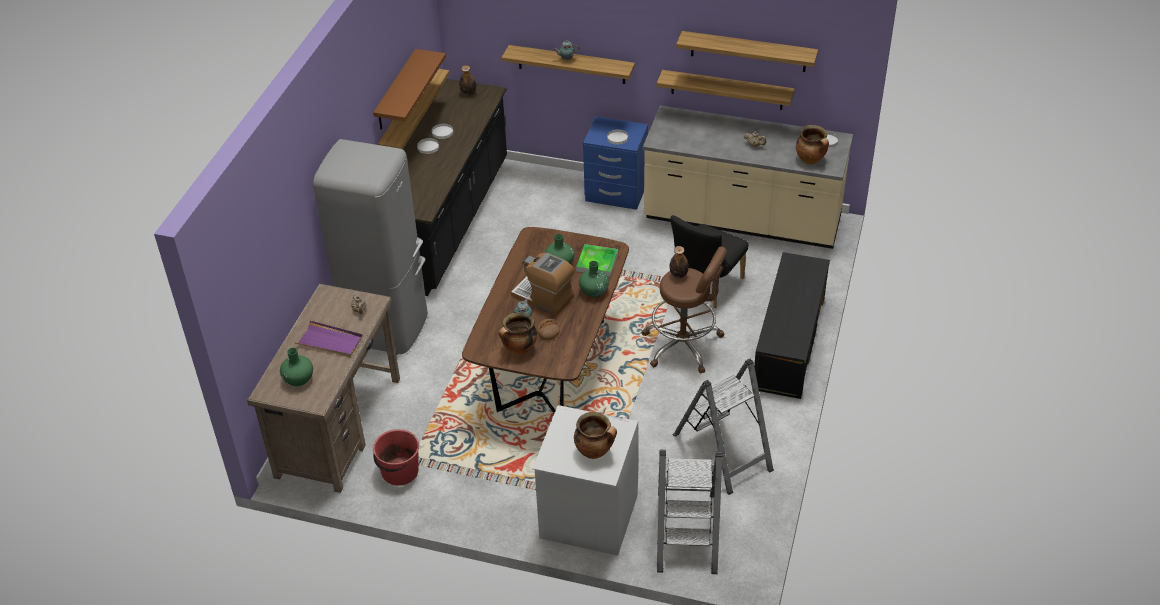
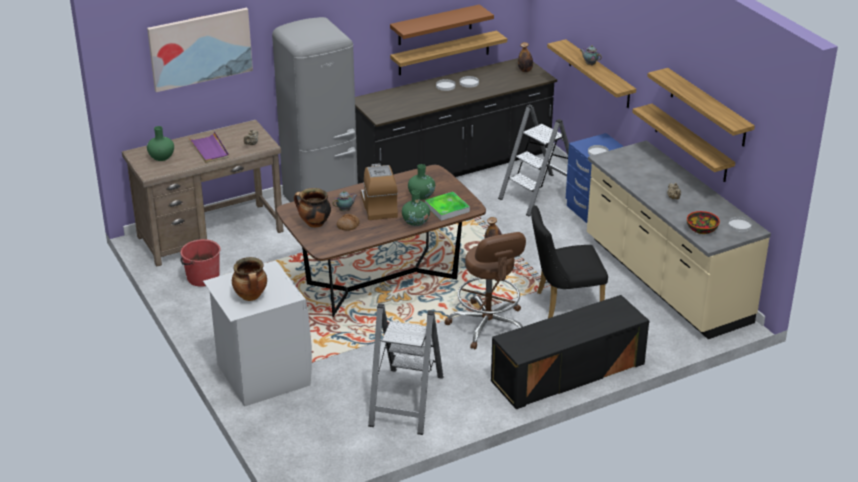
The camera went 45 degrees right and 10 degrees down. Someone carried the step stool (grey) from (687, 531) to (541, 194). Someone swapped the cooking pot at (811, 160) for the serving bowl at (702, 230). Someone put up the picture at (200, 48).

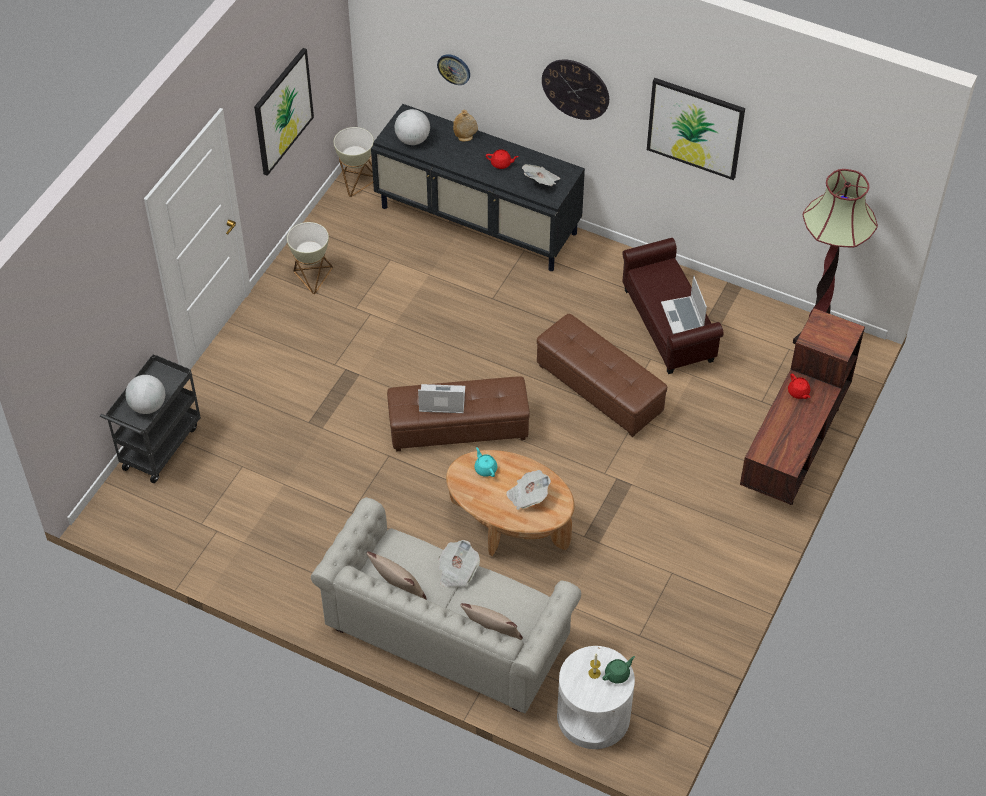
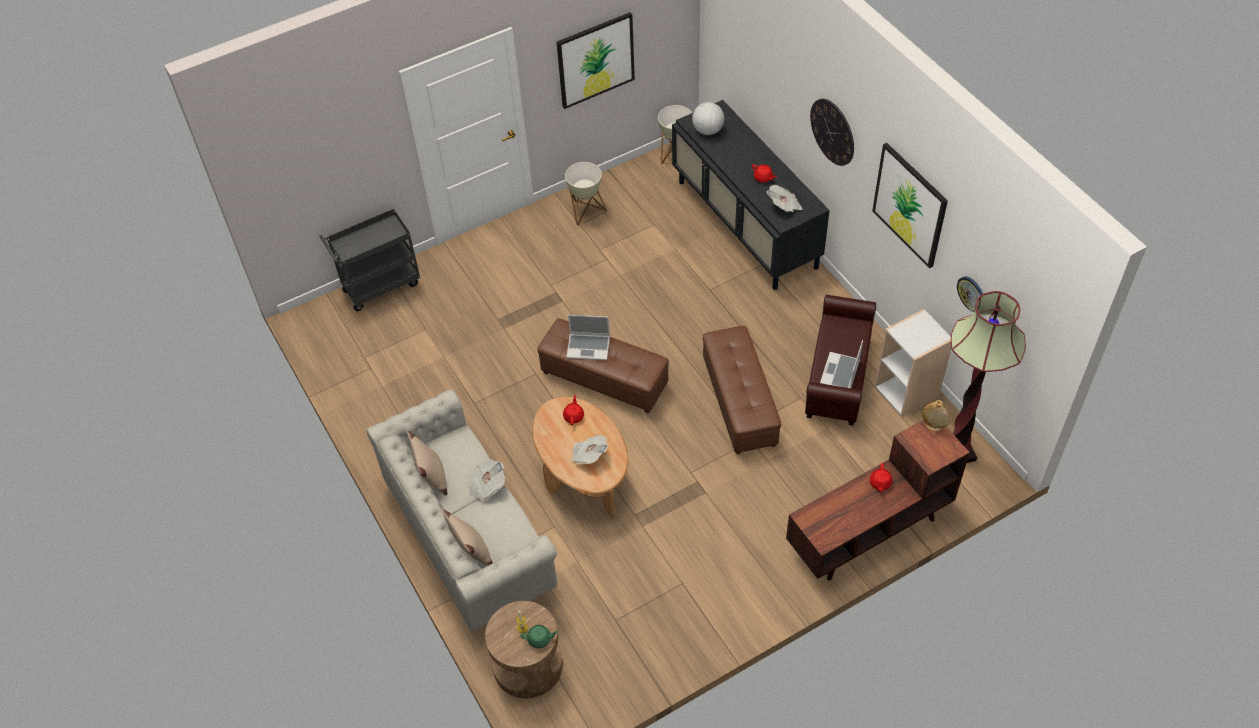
The camera went 35 degrees right and 0 degrees up. Someone took away the world globe at (148, 406). Someone rotated the notebook computer at (441, 400) by 150 degrees clockwise. Someone carried the hanging clock from (454, 69) to (971, 293). Someone carried the flower vase (beige-coloured) from (465, 138) to (933, 426). Someone repainted the teapot (blue-green) at (485, 468), which became the teapot (reddish) at (574, 416). Someone repainted the side table (whitish) at (593, 716), which became the side table (brownish) at (527, 665). Someone put down the bookshelf at (906, 392).

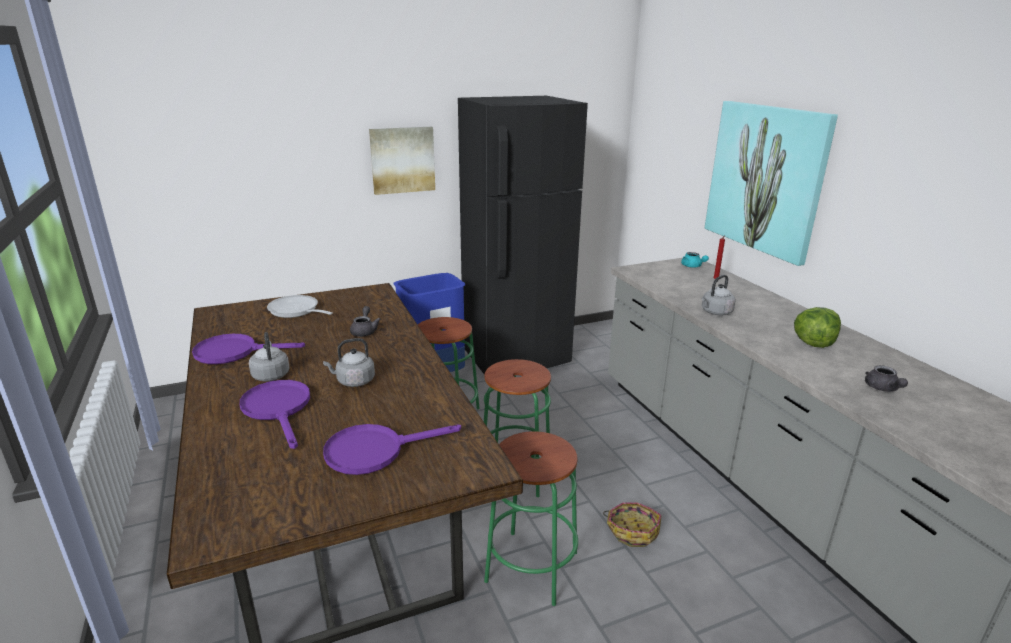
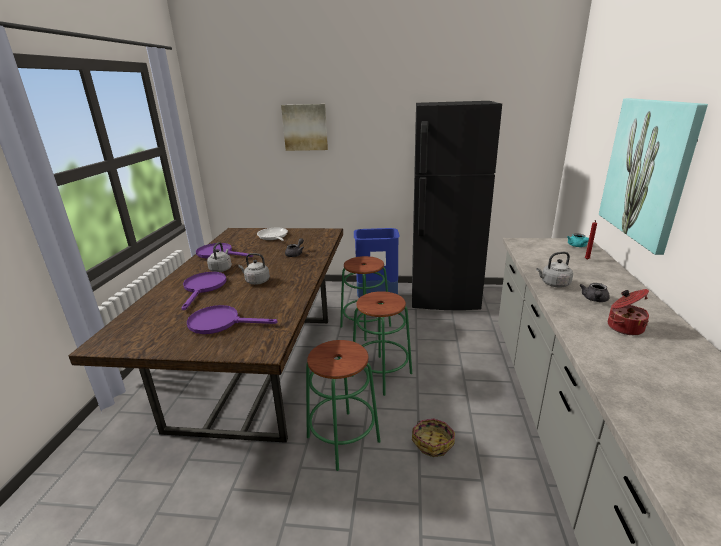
The camera went 30 degrees right and 0 degrees up. Someone carried the picture from (402, 160) to (305, 127). Someone swapped the lettuce at (813, 343) for the cooking pot at (624, 327). Someone carried the teapot (grey) from (882, 389) to (594, 300).

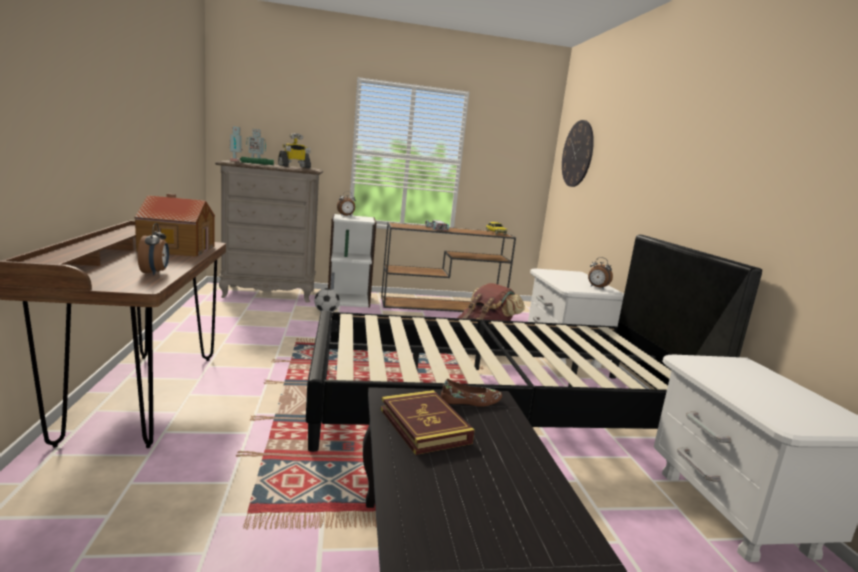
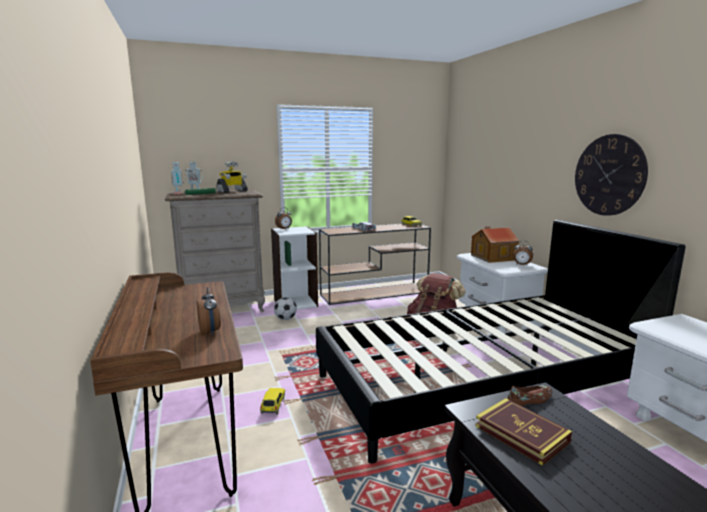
The camera went 10 degrees left and 0 degrees up. Someone carried the toy house from (177, 248) to (492, 257). Someone carried the hanging clock from (577, 154) to (609, 175). Someone put down the miniature car at (273, 405).

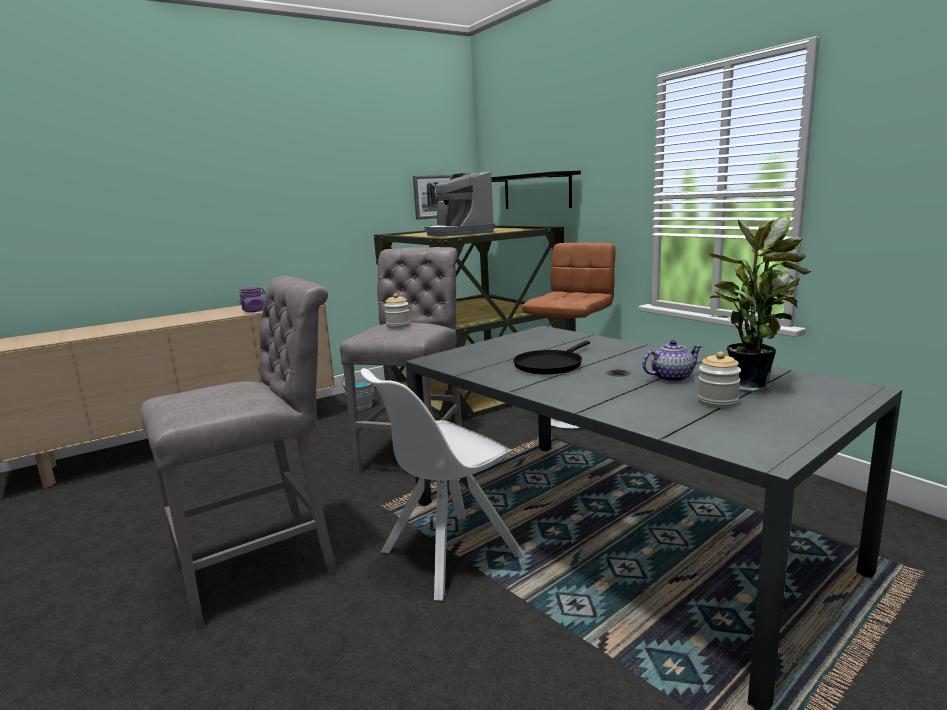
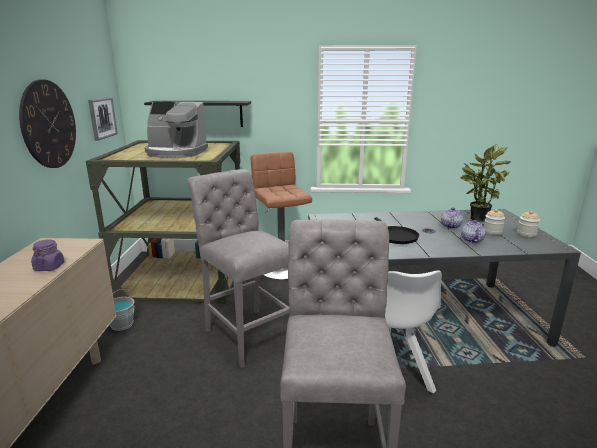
The camera went 55 degrees left and 5 degrees up. Someone carried the jar from (398, 326) to (526, 234). Someone put up the hanging clock at (49, 124). Someone put down the teapot at (471, 240).

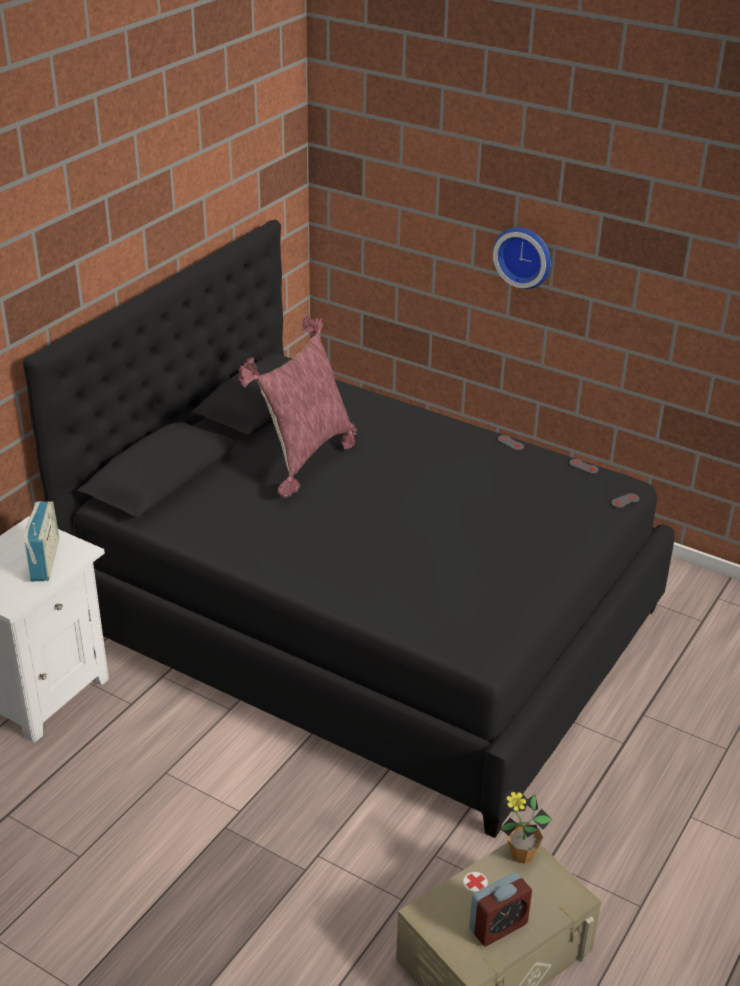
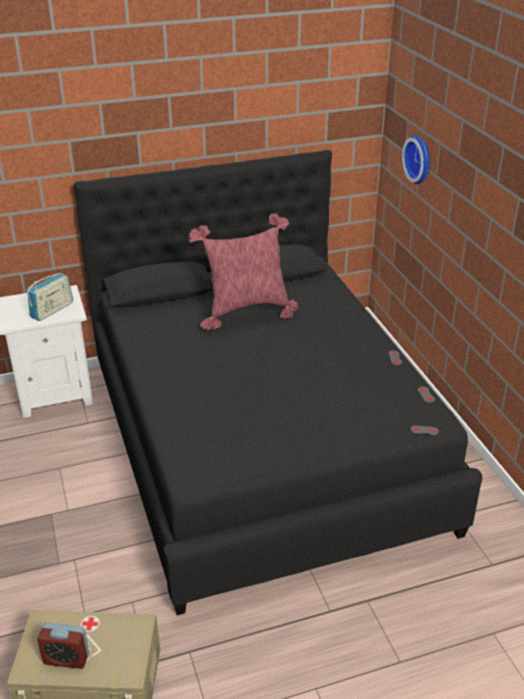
The camera went 40 degrees right and 0 degrees up. Someone carried the hanging clock from (524, 256) to (420, 159). Someone took away the plant in a pot at (521, 855).

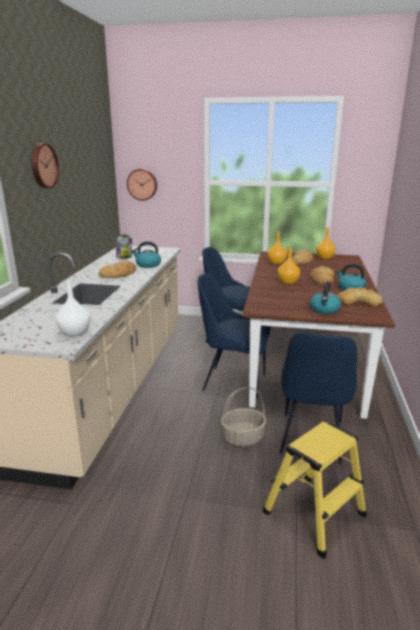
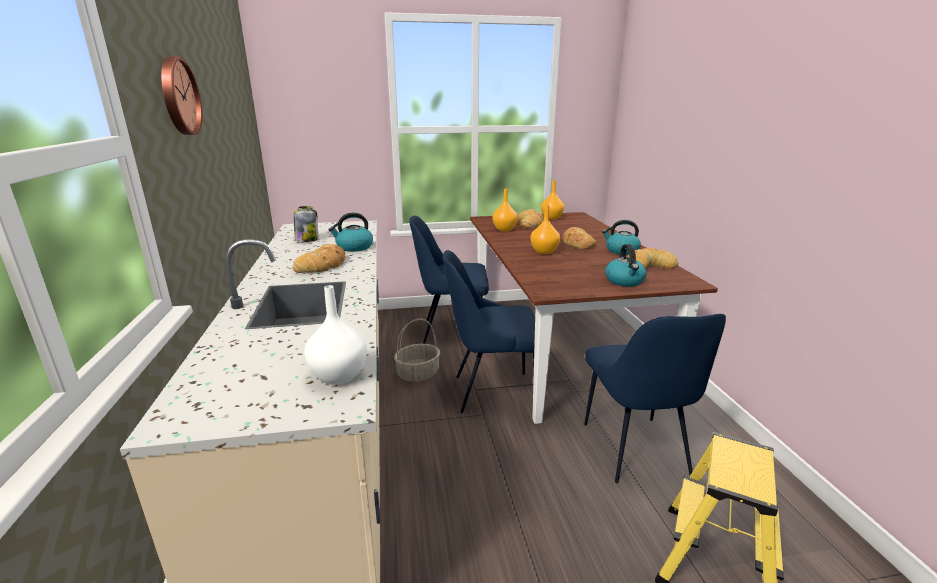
The camera went 20 degrees left and 0 degrees up. Someone took away the hanging clock at (142, 184). Someone carried the household basket from (242, 438) to (418, 374).

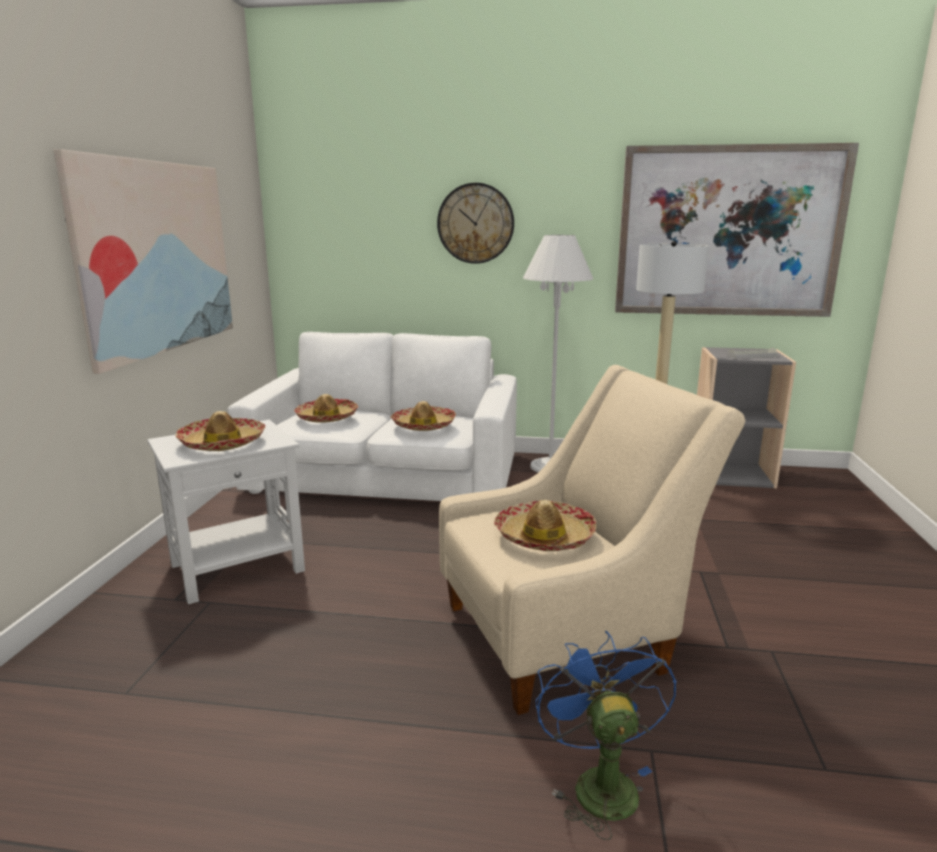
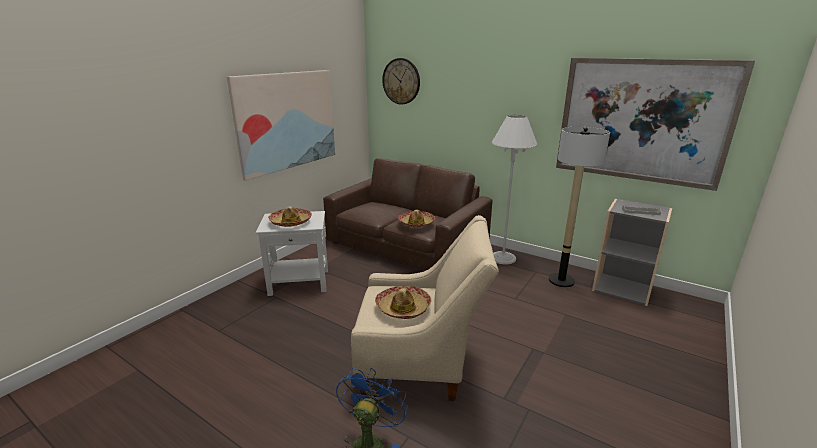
The camera went 25 degrees right and 5 degrees up. Someone repainted the sofa (whitish) at (386, 474), which became the sofa (brownish) at (406, 244). Someone took away the clothing hat at (327, 417). Someone carried the hanging clock from (475, 223) to (401, 81).

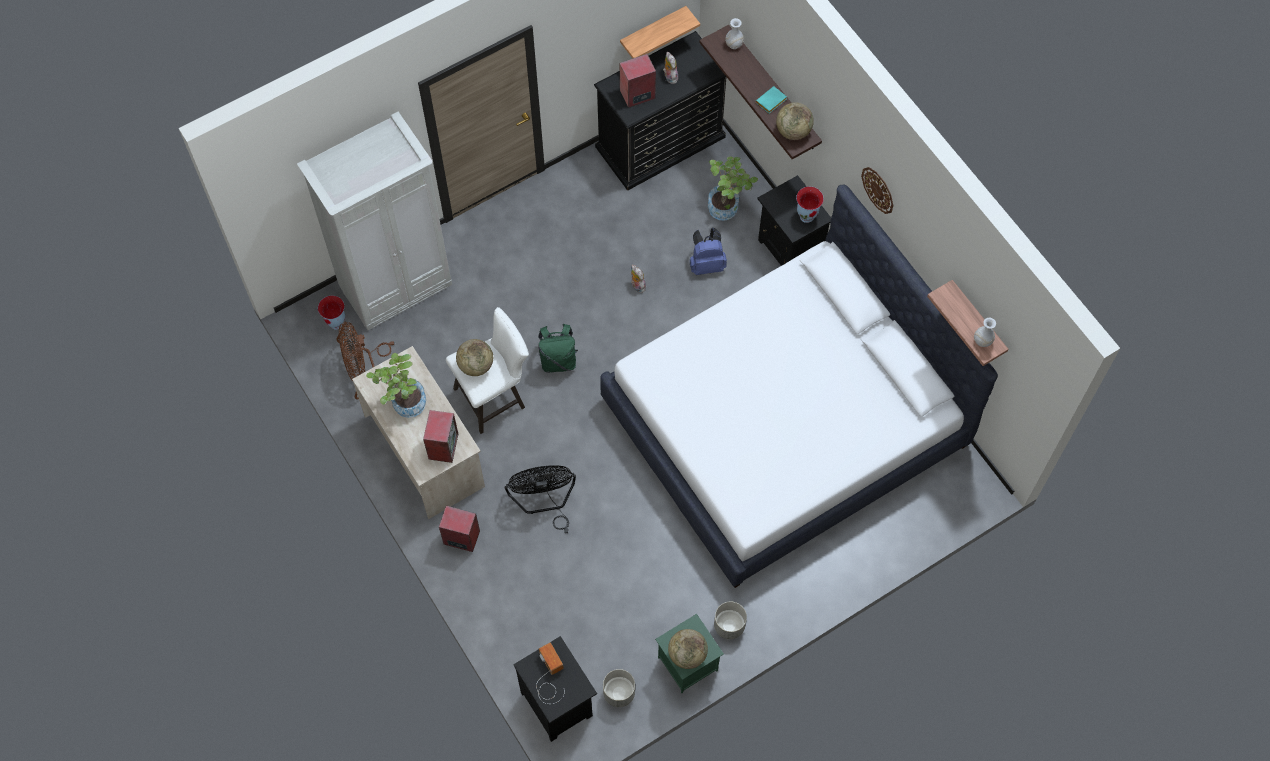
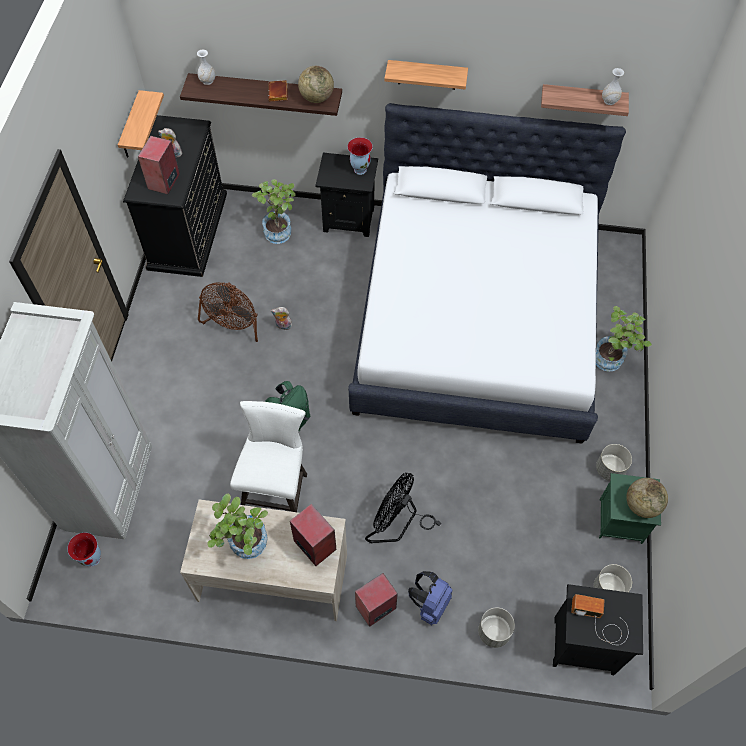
The camera went 50 degrees left and 5 degrees down. Someone carried the cooling fan (brownish) from (363, 365) to (233, 322). Someone took away the world globe at (476, 365). Someone carried the backpack (blue-coloured) from (706, 264) to (430, 604). Someone repainted the book (blue-green) at (771, 102), which became the book (brownish) at (279, 93). Someone swapped the hanging clock at (878, 190) for the wall shelf at (427, 75). Someone put down the planter (grey) at (493, 632). Someone put down the plant in a pot at (612, 360).

